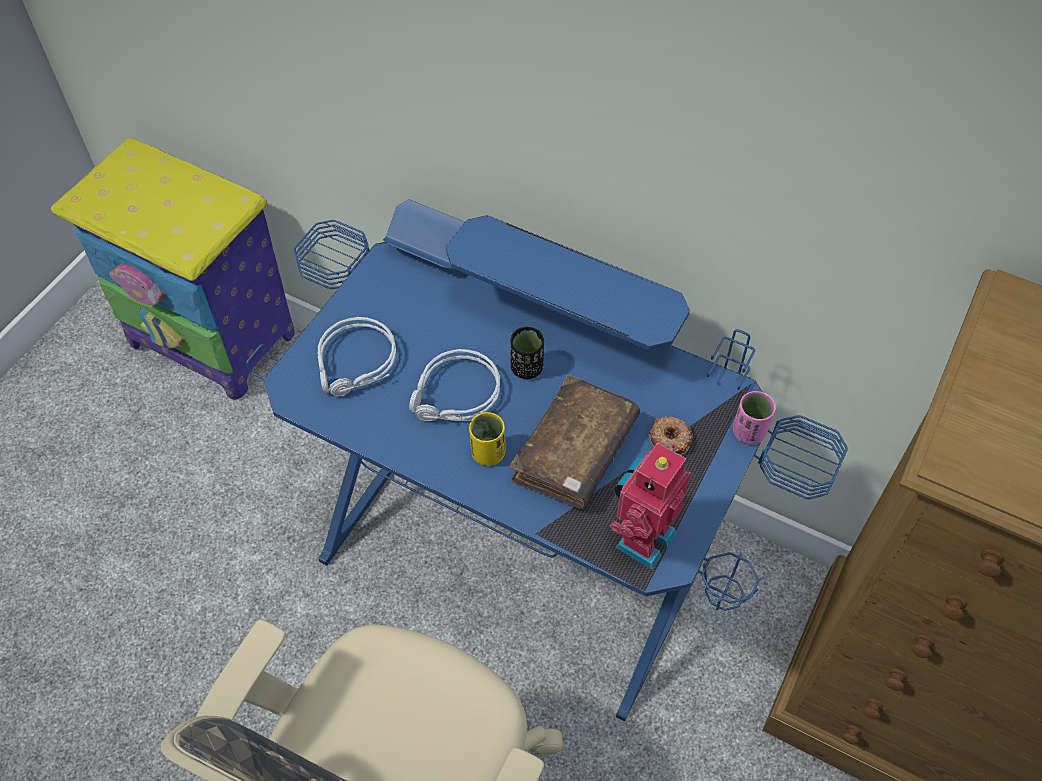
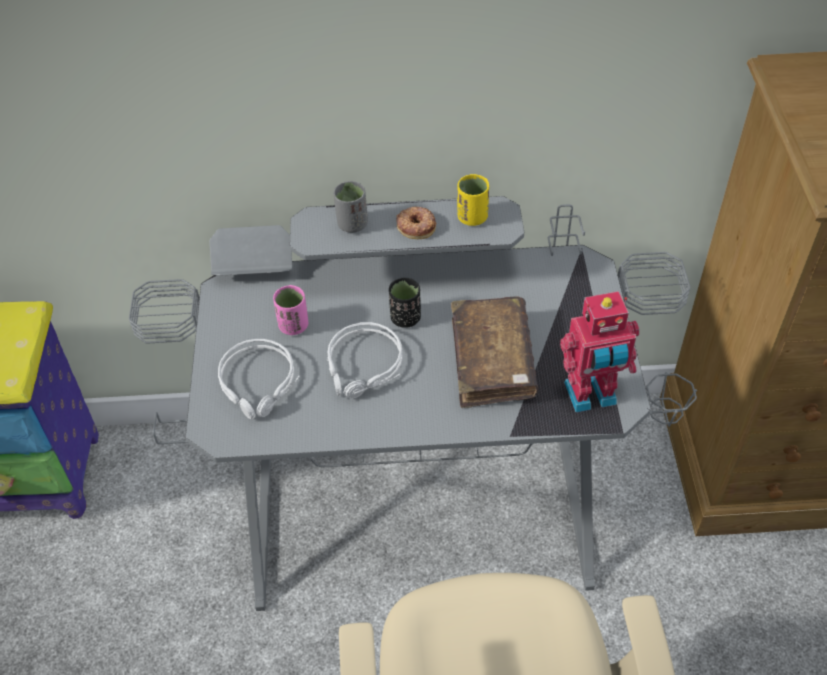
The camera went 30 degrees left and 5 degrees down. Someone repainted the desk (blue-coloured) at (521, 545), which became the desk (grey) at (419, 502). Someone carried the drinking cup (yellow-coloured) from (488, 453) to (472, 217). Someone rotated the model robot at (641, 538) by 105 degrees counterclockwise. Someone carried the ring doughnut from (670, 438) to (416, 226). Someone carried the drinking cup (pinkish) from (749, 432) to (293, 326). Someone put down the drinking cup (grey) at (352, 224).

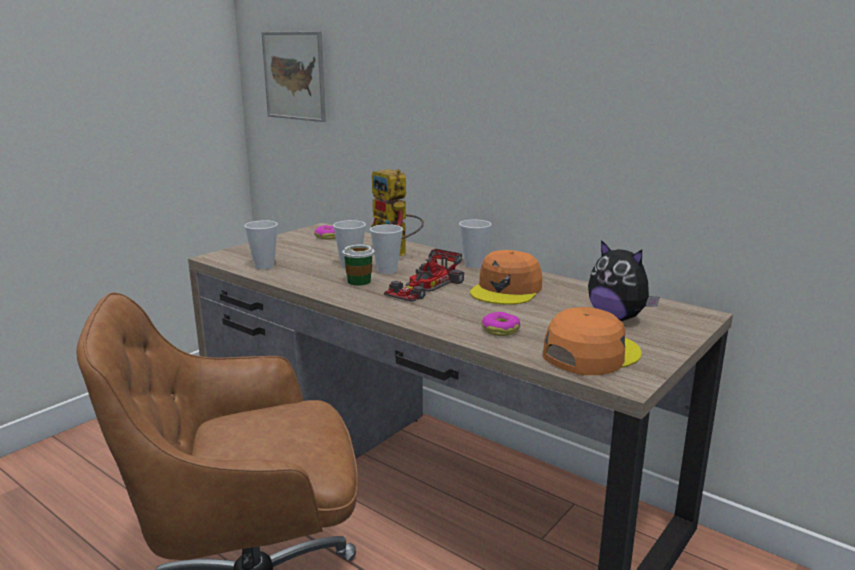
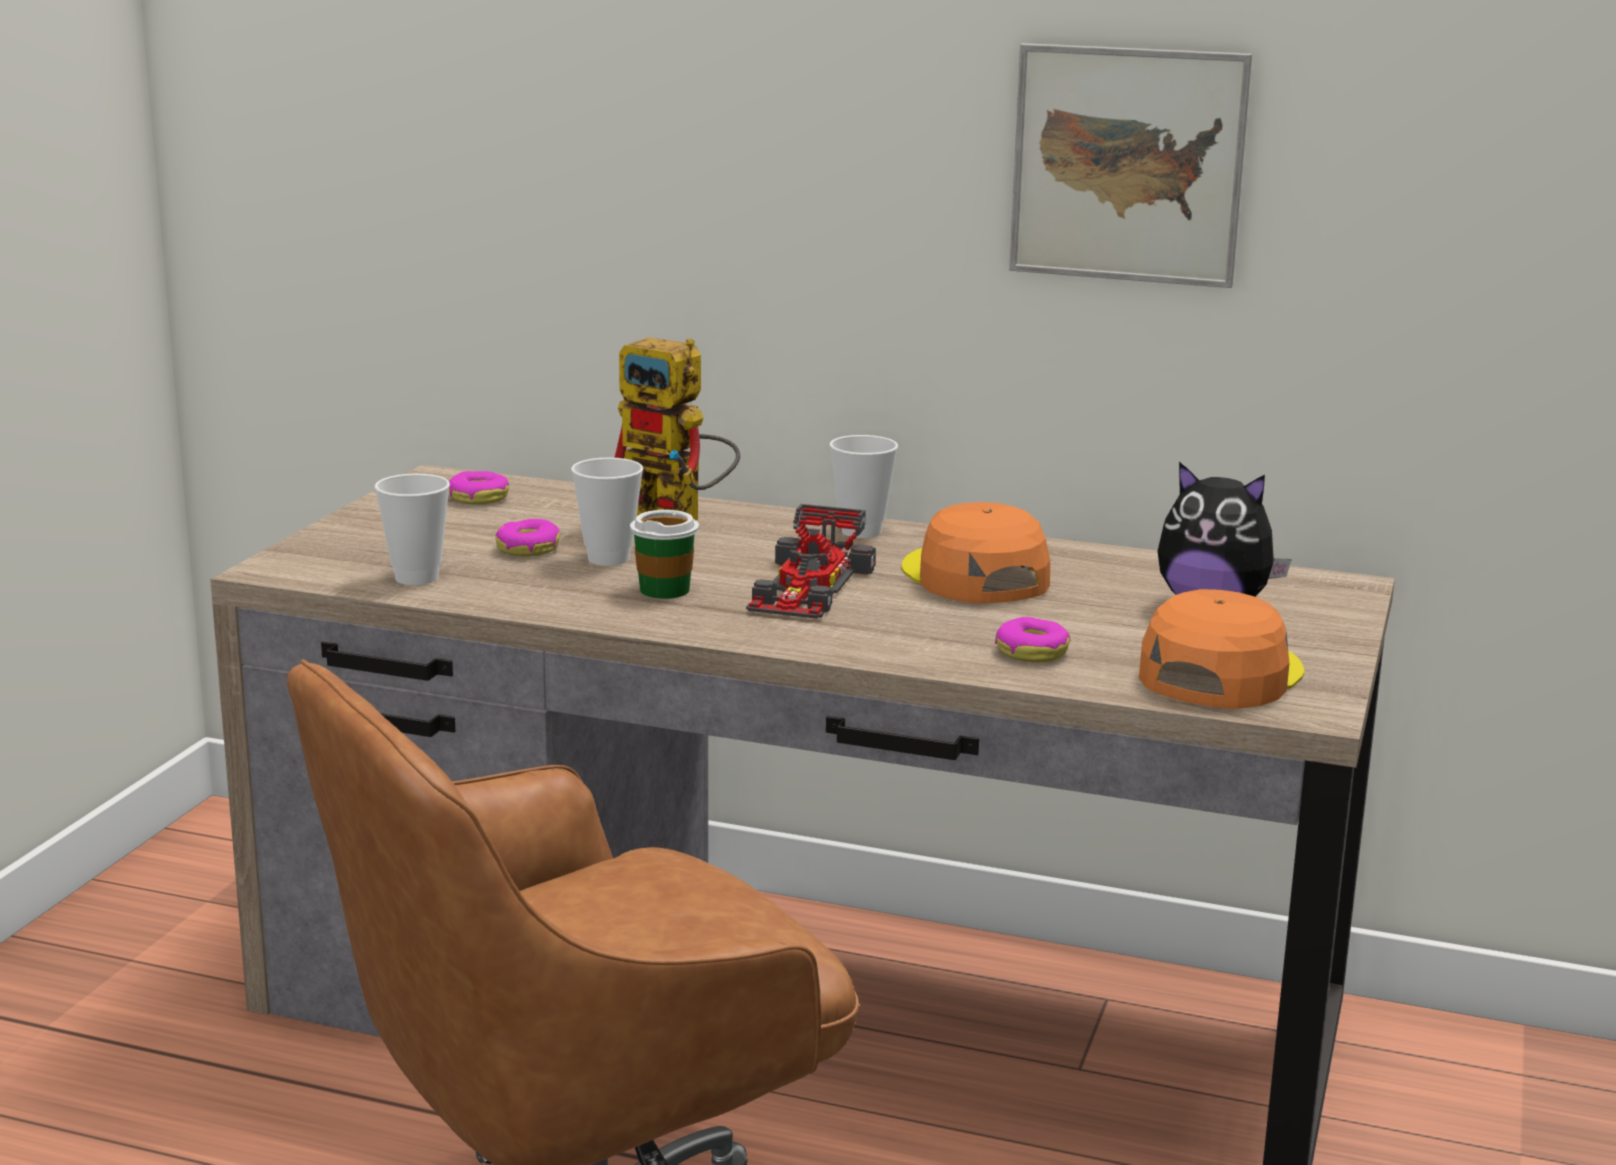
The camera went 20 degrees left and 0 degrees up. Someone carried the picture from (294, 76) to (1127, 164). Someone took away the drinking cup at (387, 271). Someone rotated the cap (orange) at (507, 290) by 150 degrees clockwise. Someone put down the ring doughnut at (527, 549).

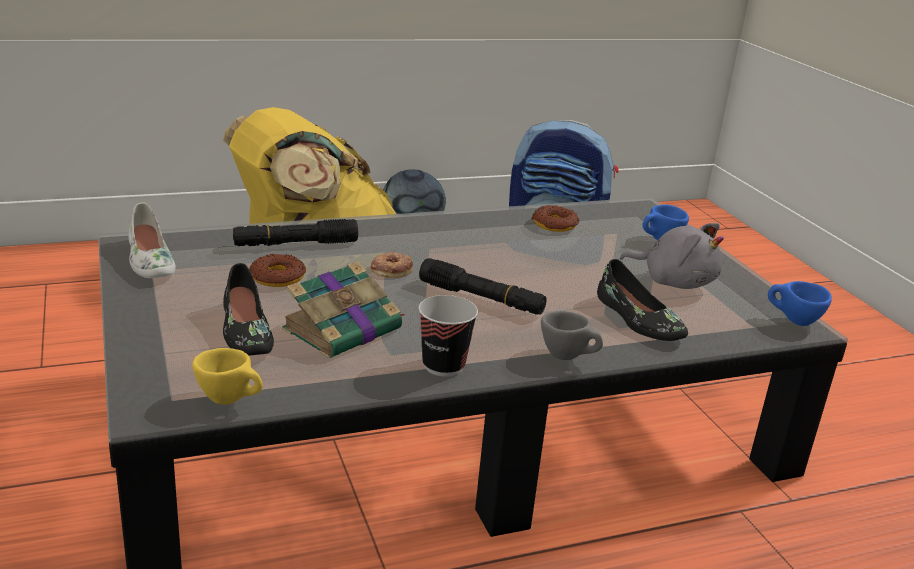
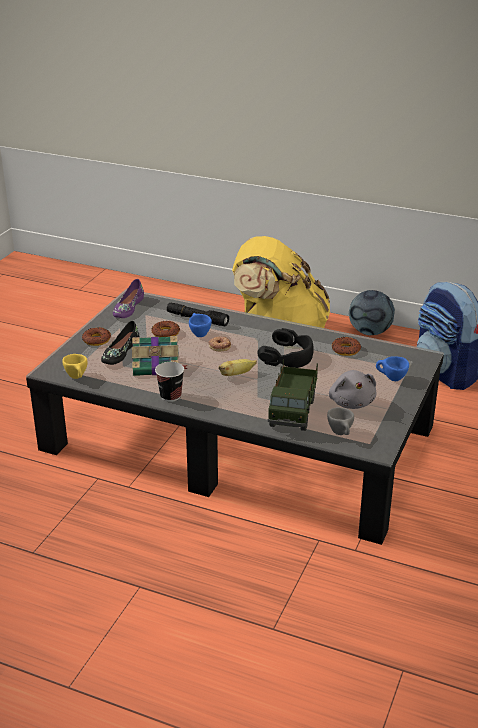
The camera went 45 degrees right and 5 degrees up. Someone repainted the shoe (whitish) at (149, 260), which became the shoe (purplish) at (128, 308). Someone swapped the torch (blackish) at (481, 298) for the banana at (236, 374). Someone carried the drinking cup (grey) from (568, 357) to (341, 434). Someone swapped the shoe (blackish) at (638, 319) for the toy lorry at (293, 412). Someone carried the drinking cup (blue-coloured) from (792, 321) to (198, 334). Someone put down the ring doughnut at (96, 340). Someone put down the headphones (blackish) at (288, 356).

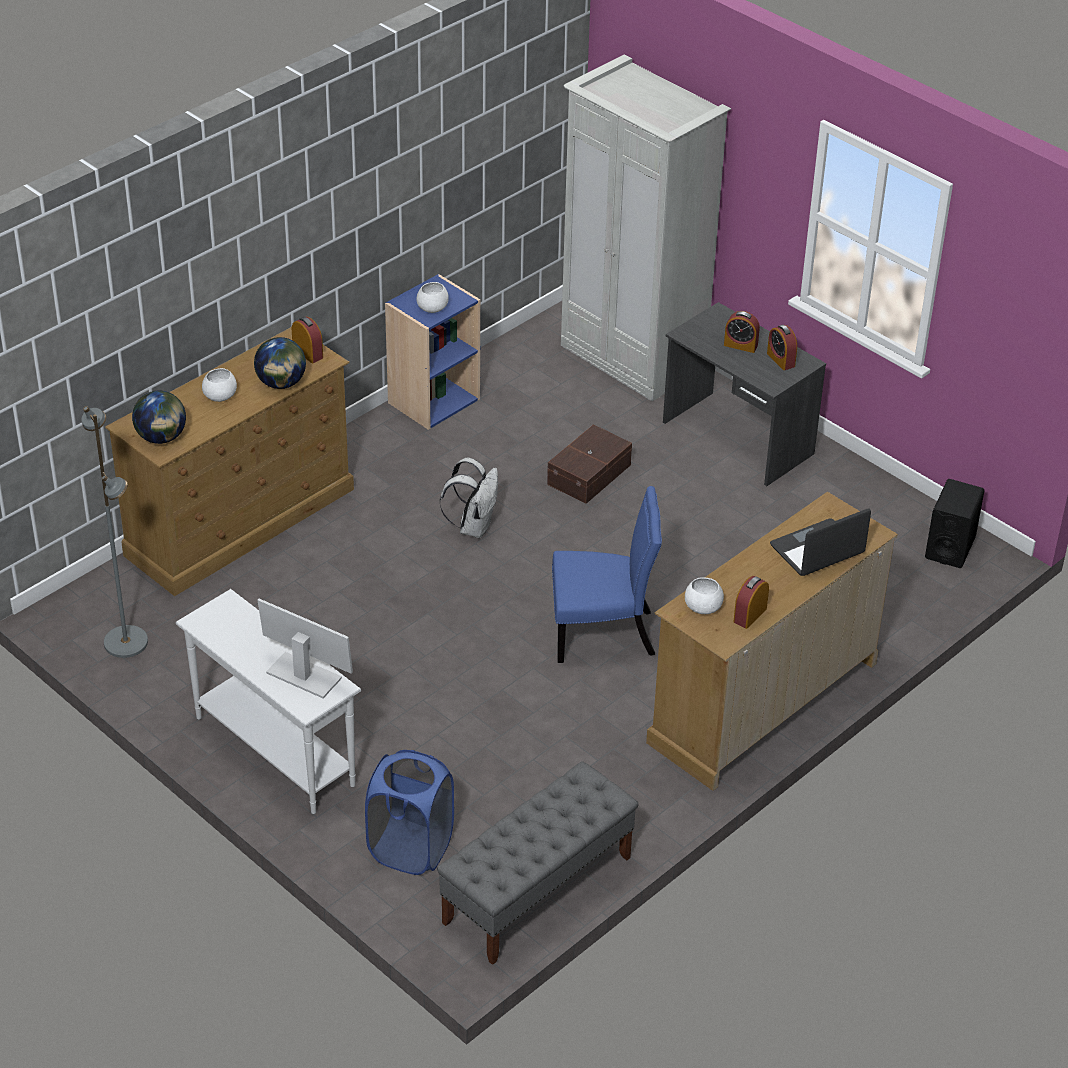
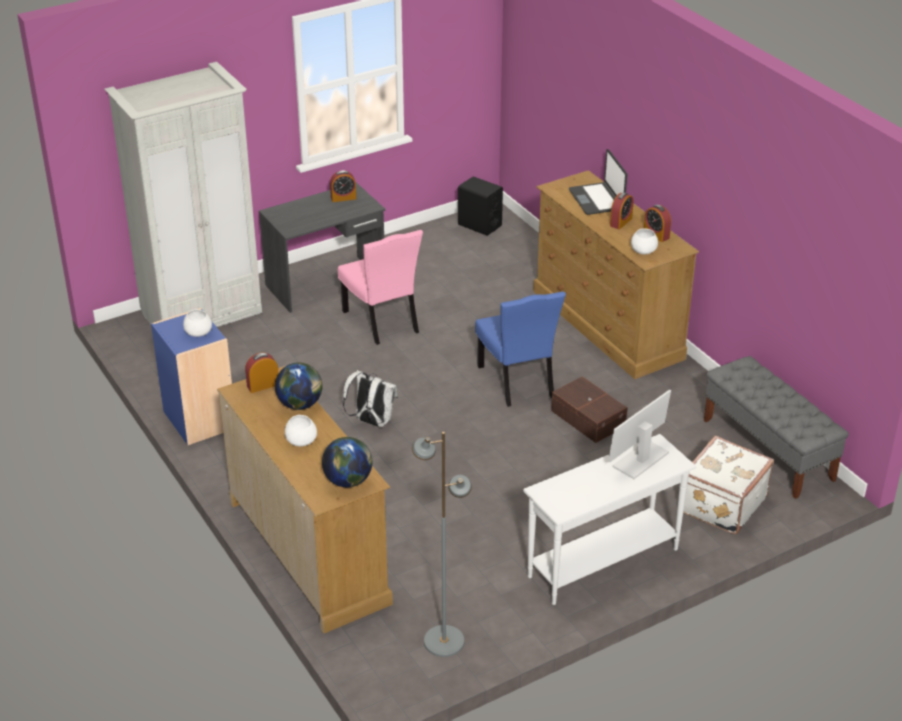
The camera went 75 degrees left and 5 degrees down. Someone swapped the washing basket (blue-coloured) at (410, 848) for the travel case (whitish) at (720, 504). Someone carried the storage box (brownish) from (590, 474) to (588, 418). Someone rotated the chair (blue-coloured) at (601, 634) by 150 degrees clockwise. Someone carried the bedside clock from (740, 345) to (621, 222). Someone put down the chair (pinkish) at (382, 320).

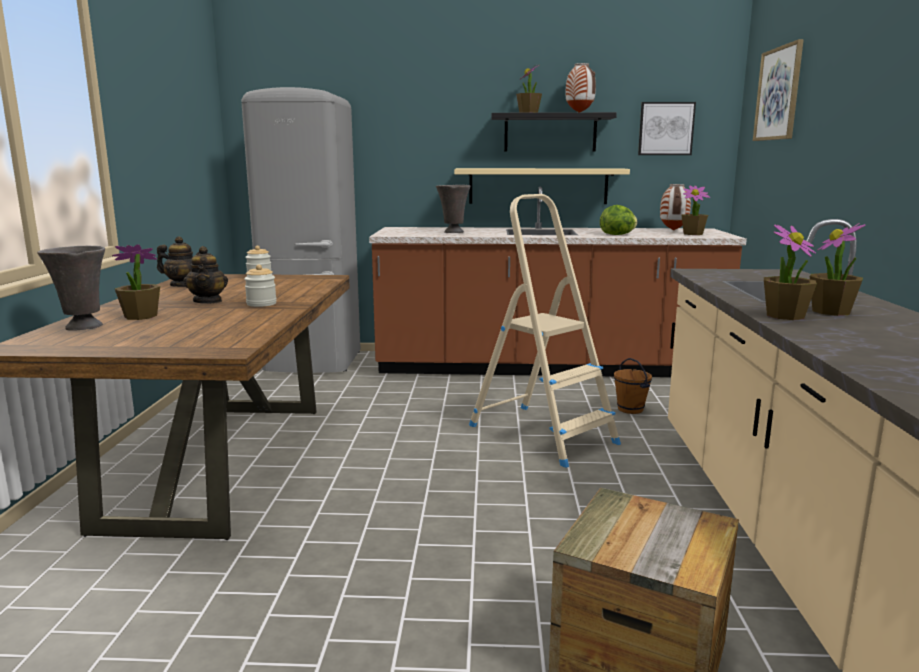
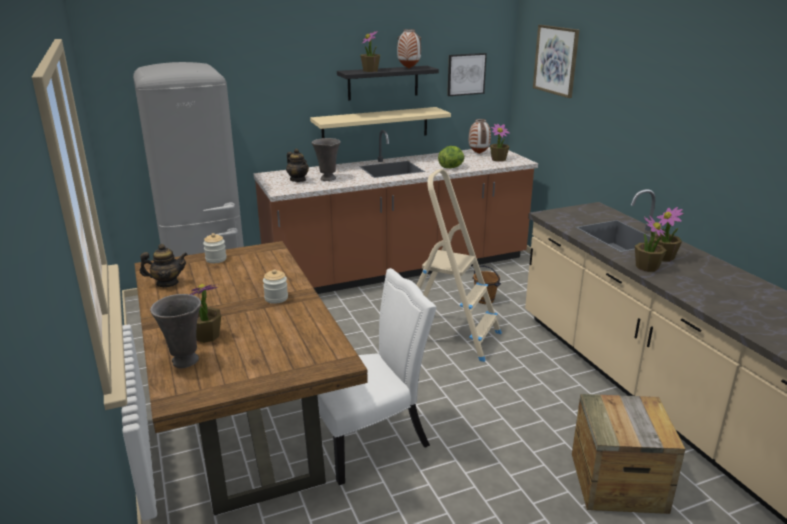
The camera went 25 degrees left and 10 degrees up. Someone carried the teapot from (208, 301) to (298, 180). Someone put down the chair (whitish) at (367, 442).

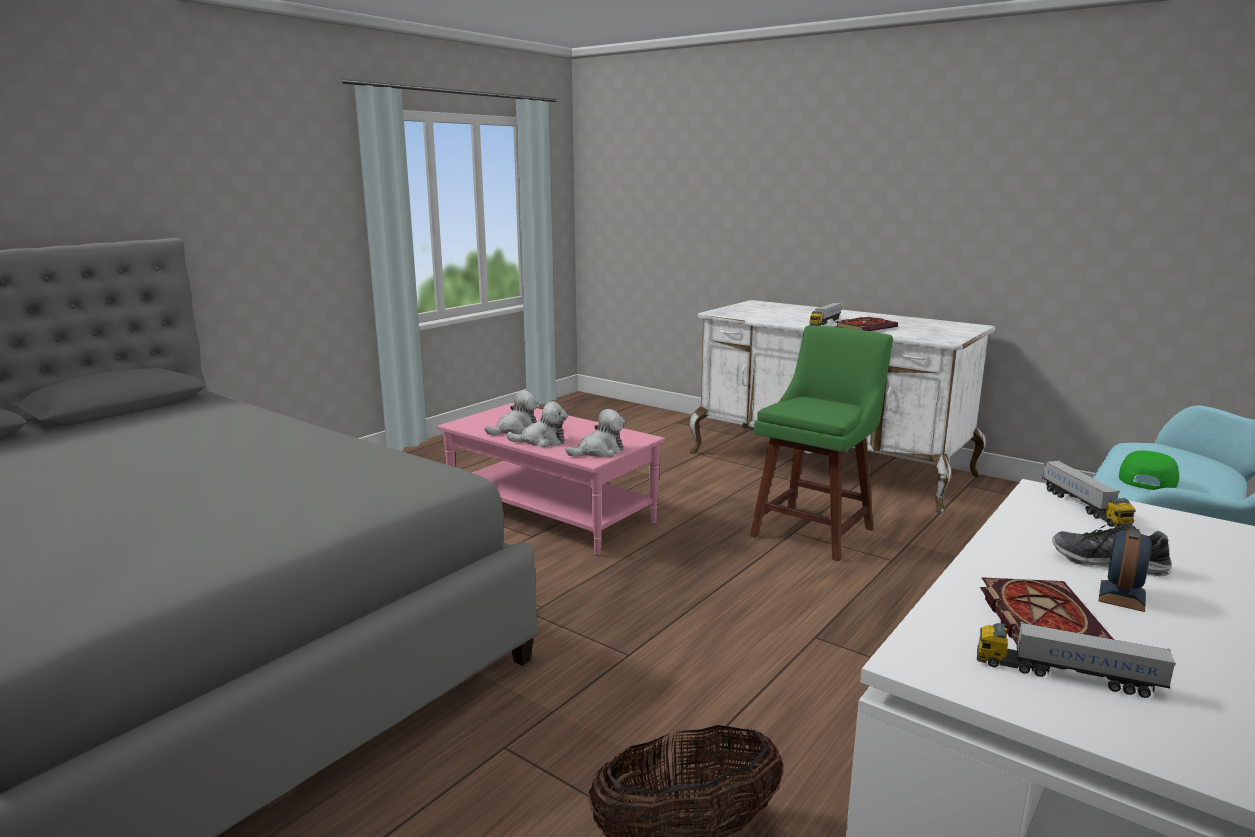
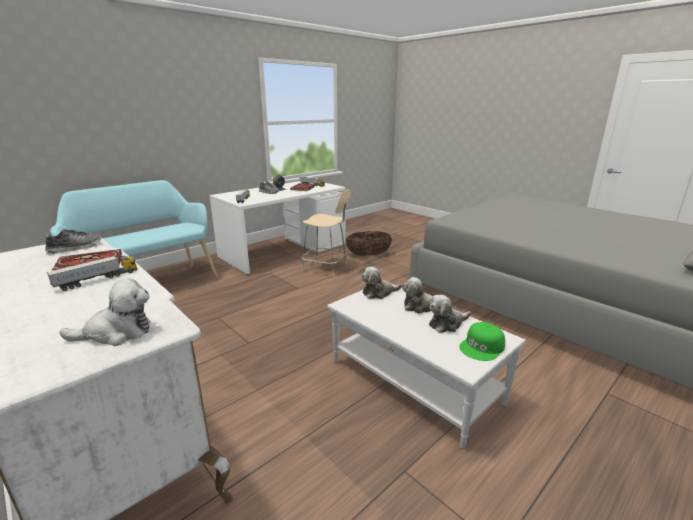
The camera went 170 degrees left and 5 degrees up. Someone repainted the low table (pinkish) at (549, 513), which became the low table (whitish) at (414, 382). Someone took away the sitting stool (green) at (815, 530). Someone carried the cap (green) from (1146, 479) to (482, 347). Someone put down the shoe at (76, 248). Someone put down the plush toy at (117, 333). Someone put down the chair (beige-coloured) at (326, 267).

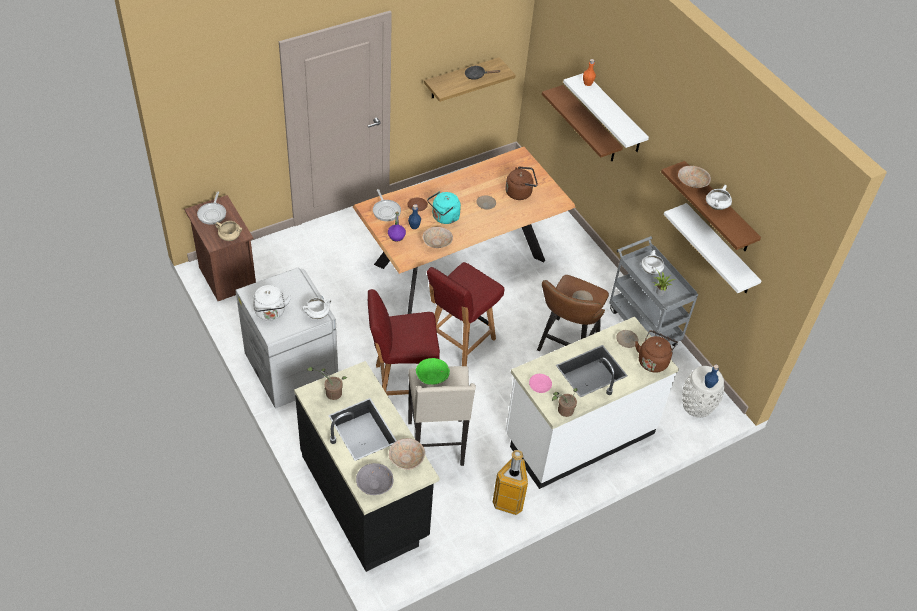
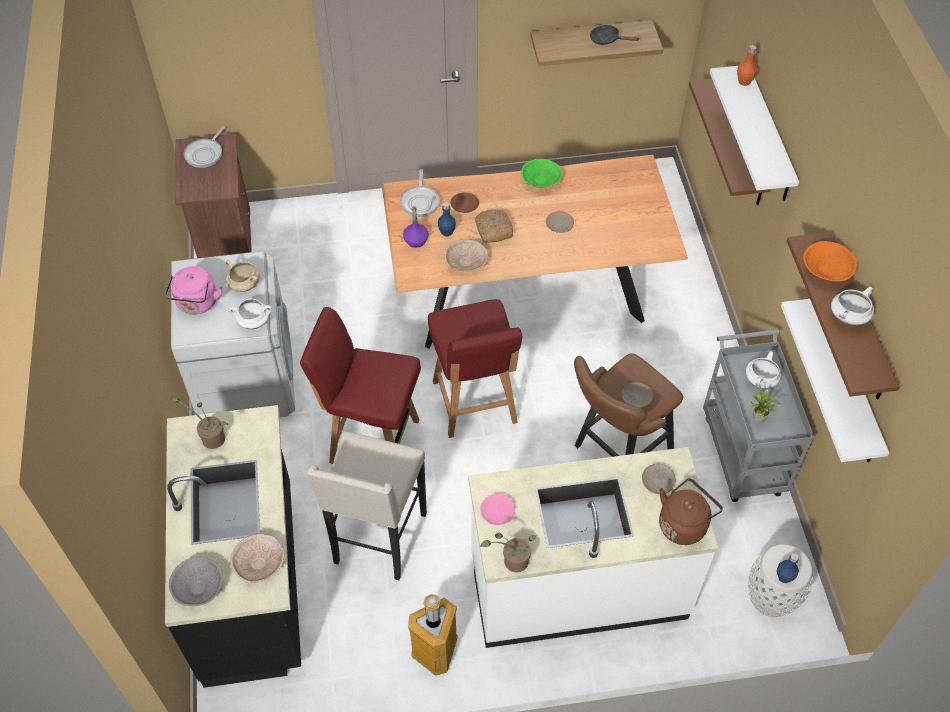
The camera went 25 degrees right and 5 degrees up. Someone carried the cooking pot (beige-coloured) from (229, 237) to (244, 285). Someone repainted the kettle (whitish) at (270, 313), which became the kettle (pinkish) at (197, 304). Someone carried the serving bowl (green) from (432, 376) to (541, 181). Someone swapped the kettle (blue-green) at (444, 217) for the bakery bread at (493, 230). Someone rotated the chair (reddish) at (459, 341) by 75 degrees counterclockwise. Someone took away the kettle (brownish) at (520, 192). Someone repainted the serving bowl (beige-coloured) at (692, 183), which became the serving bowl (orange) at (826, 270).

